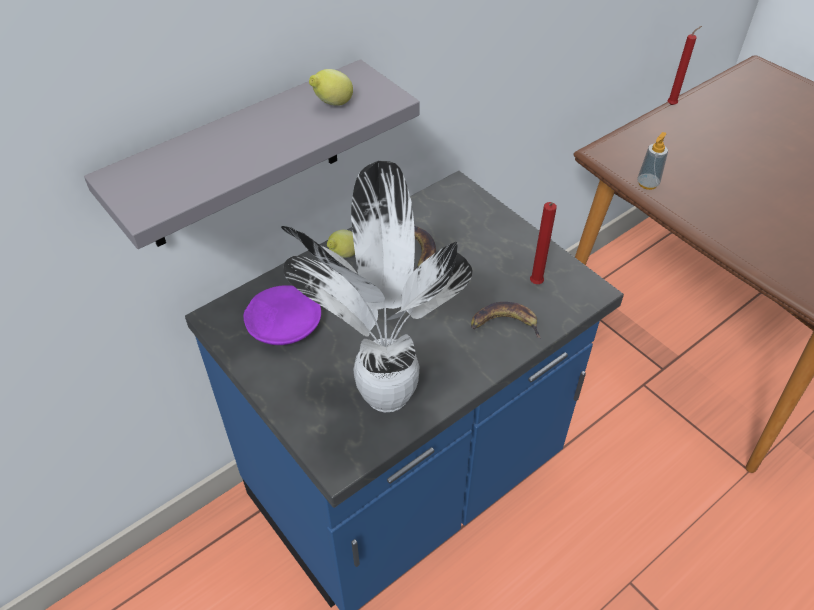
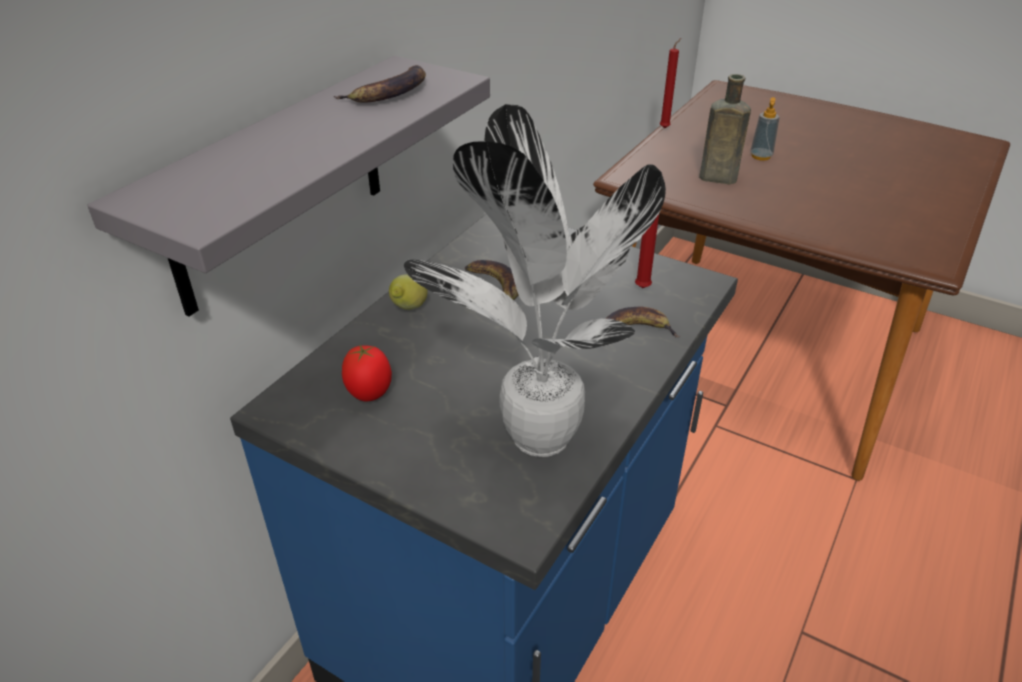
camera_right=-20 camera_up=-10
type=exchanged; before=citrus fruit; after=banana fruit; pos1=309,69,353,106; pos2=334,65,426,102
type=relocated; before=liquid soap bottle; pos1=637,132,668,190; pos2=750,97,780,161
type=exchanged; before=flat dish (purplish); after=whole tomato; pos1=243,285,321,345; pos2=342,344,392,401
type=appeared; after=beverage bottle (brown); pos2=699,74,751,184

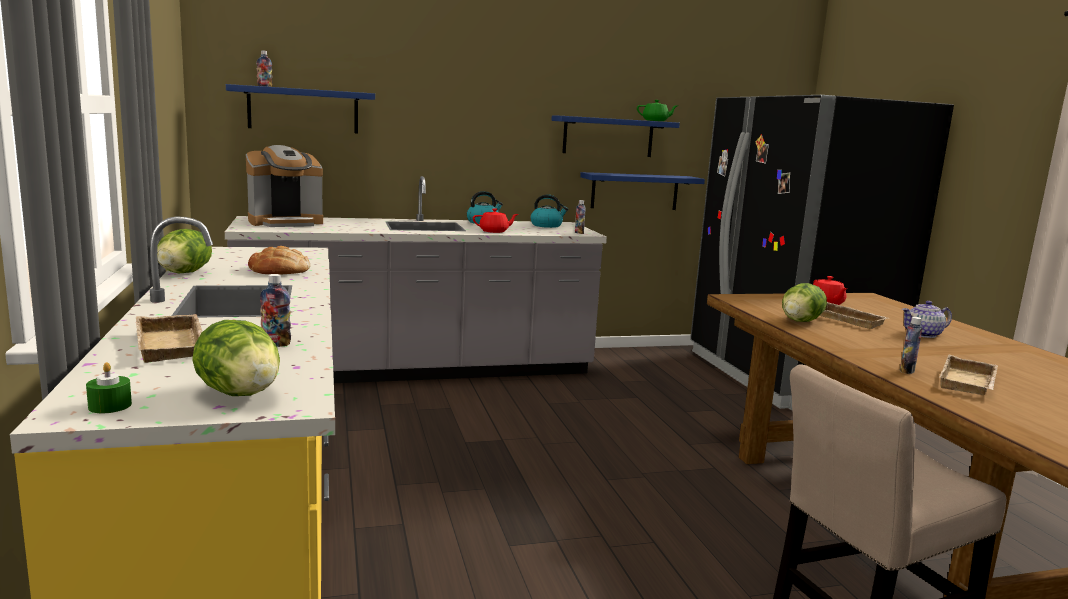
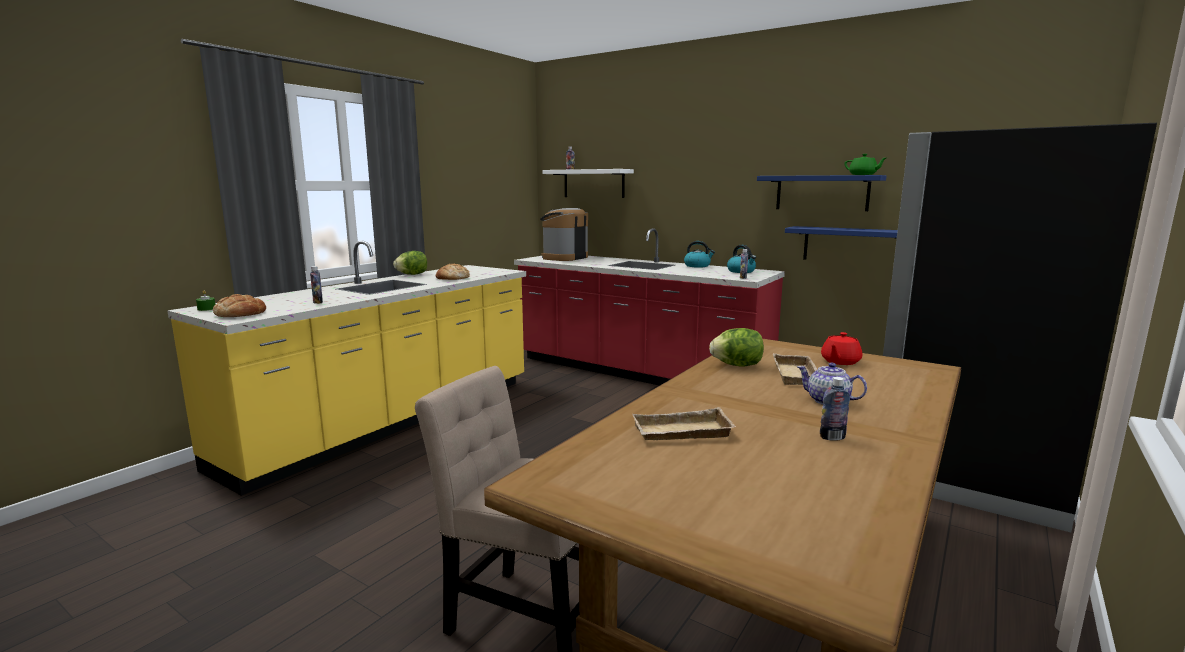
camera_right=50 camera_up=0
type=colour; before=bracket shelf (blue); after=bracket shelf (white-coloured); pos1=226,84,375,133; pos2=542,169,634,198
type=spun; before=coffee maker; pos1=246,145,323,227; pos2=540,208,588,261; turn=105
type=colour; before=kitchen base unit (gray); after=kitchen base unit (reddish); pos1=225,176,607,383; pos2=514,228,785,386
type=missing; before=tea pot (reddish); pos1=473,208,518,233
type=missing; before=tray (sand-coloured); pos1=136,314,202,363
type=relocated; before=beverage bottle; pos1=900,317,923,374; pos2=820,377,850,441
type=exchanged; before=head of lettuce; after=bread; pos1=192,320,280,396; pos2=213,294,266,317

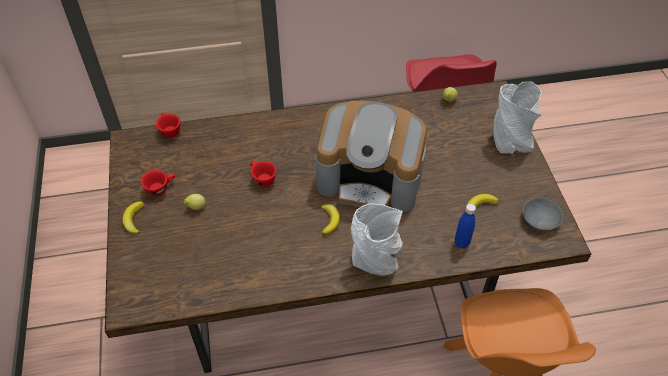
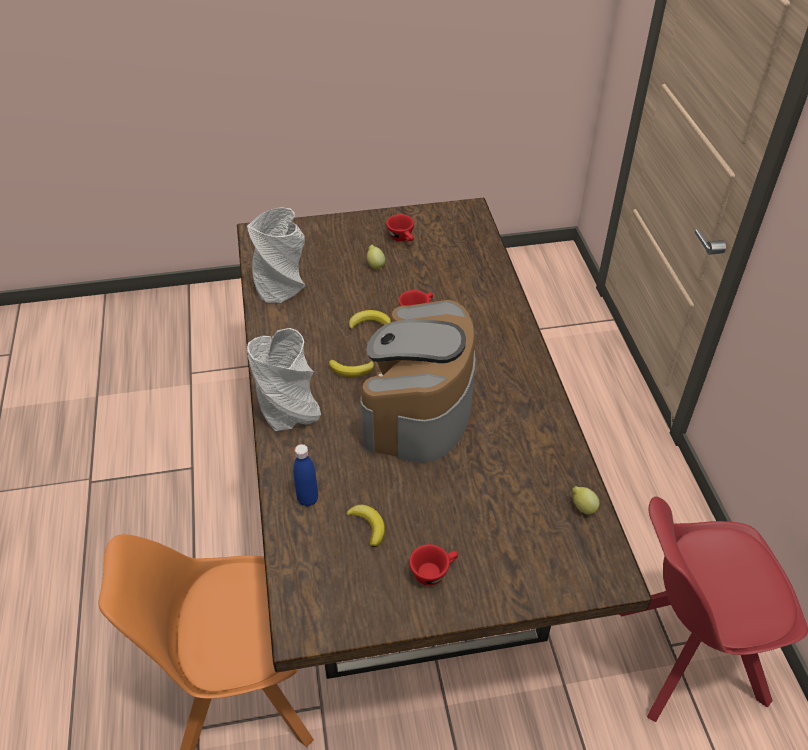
camera_right=90 camera_up=-5
type=relocated; before=flower vase (gray); pos1=493,81,542,154; pos2=247,207,307,303
type=relocated; before=drinking cup (reddish); pos1=156,113,181,138; pos2=409,544,458,586
type=missing; before=deep dish (gray); pos1=523,198,563,231
type=relocated; before=banana fruit; pos1=123,201,144,234; pos2=349,310,390,330

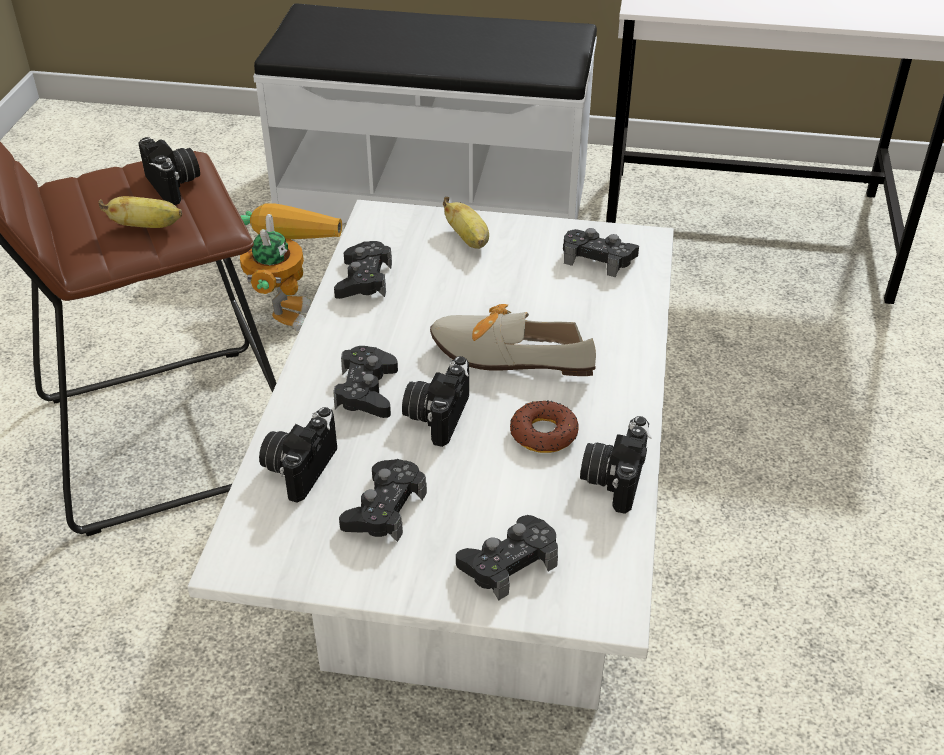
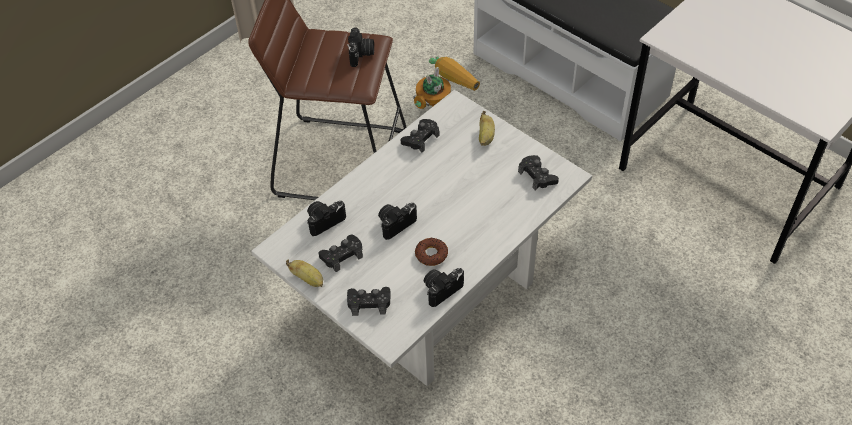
camera_right=35 camera_up=10
type=relocated; before=banana fruit; pos1=98,196,182,228; pos2=286,260,323,287
type=missing; before=item of footwear; pos1=430,304,596,376
type=missing; before=joypad (black); pos1=333,346,398,418

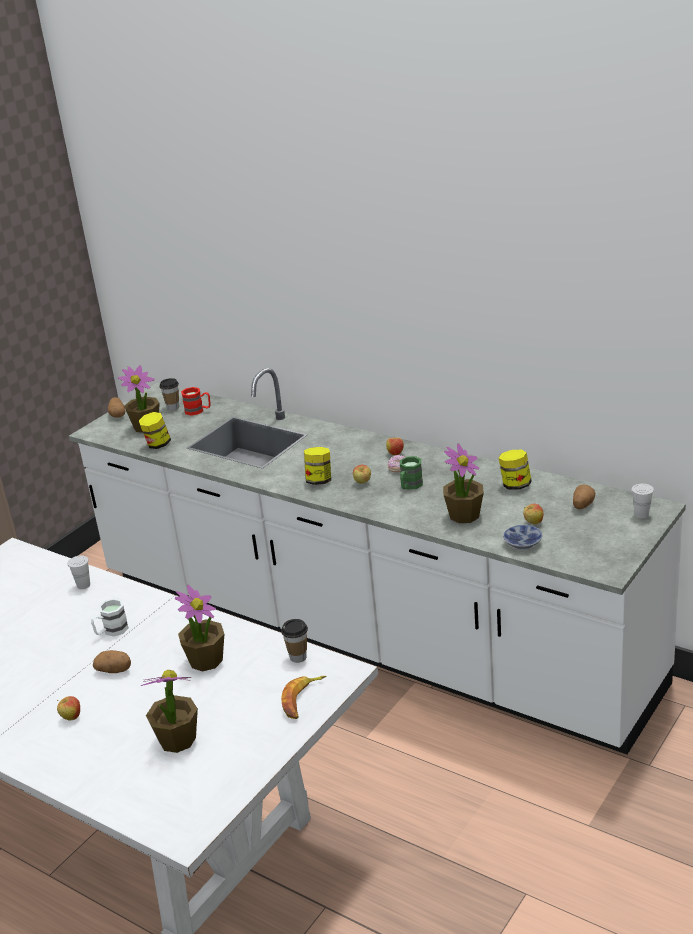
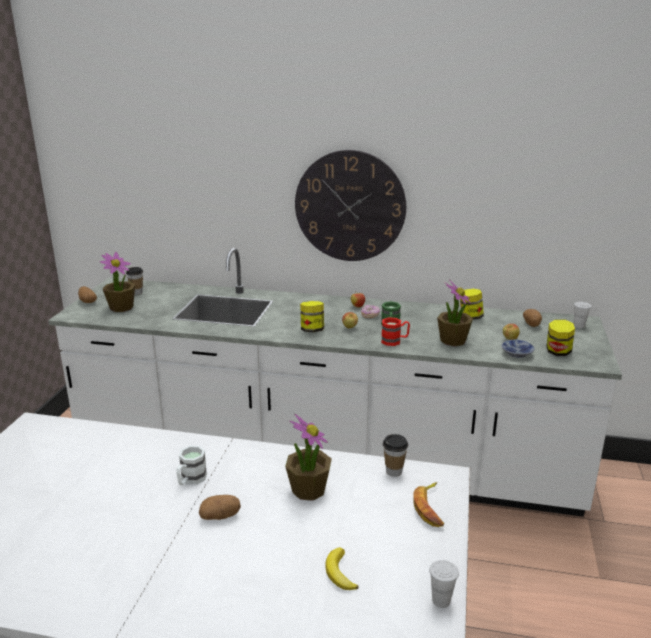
camera_right=-25 camera_up=-5
type=relocated; before=coffee mug (reddish); pos1=181,387,211,416; pos2=381,317,410,346
type=relocated; before=preserve jar; pos1=139,412,171,449; pos2=546,319,575,356
type=relocated; before=drinking cup (white-coloured); pos1=67,555,90,589; pos2=429,560,459,608
type=exchanged; before=plant in a pot; after=banana fruit; pos1=141,670,198,753; pos2=325,547,359,590
type=missing; before=whole apple; pos1=57,696,80,720
type=appeared; after=hanging clock; pos2=295,150,406,261

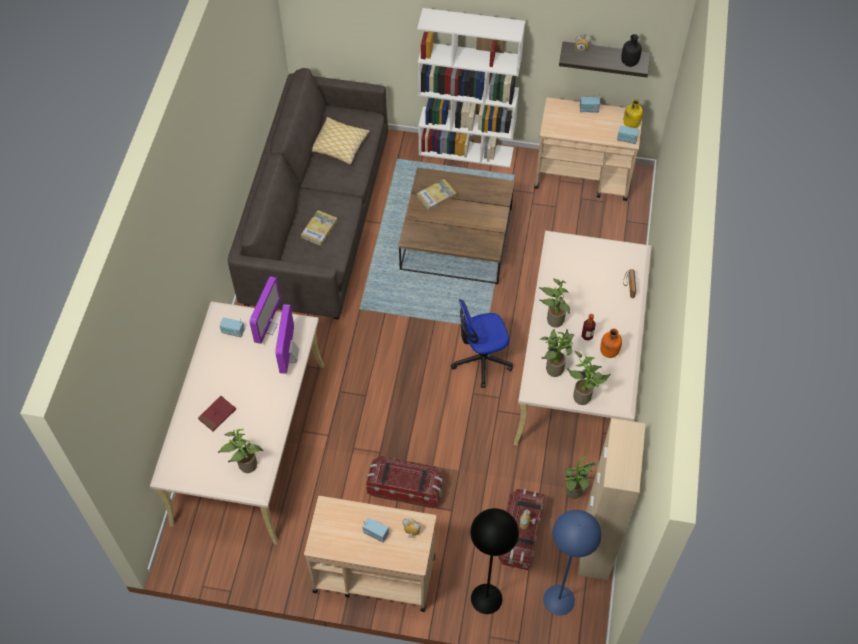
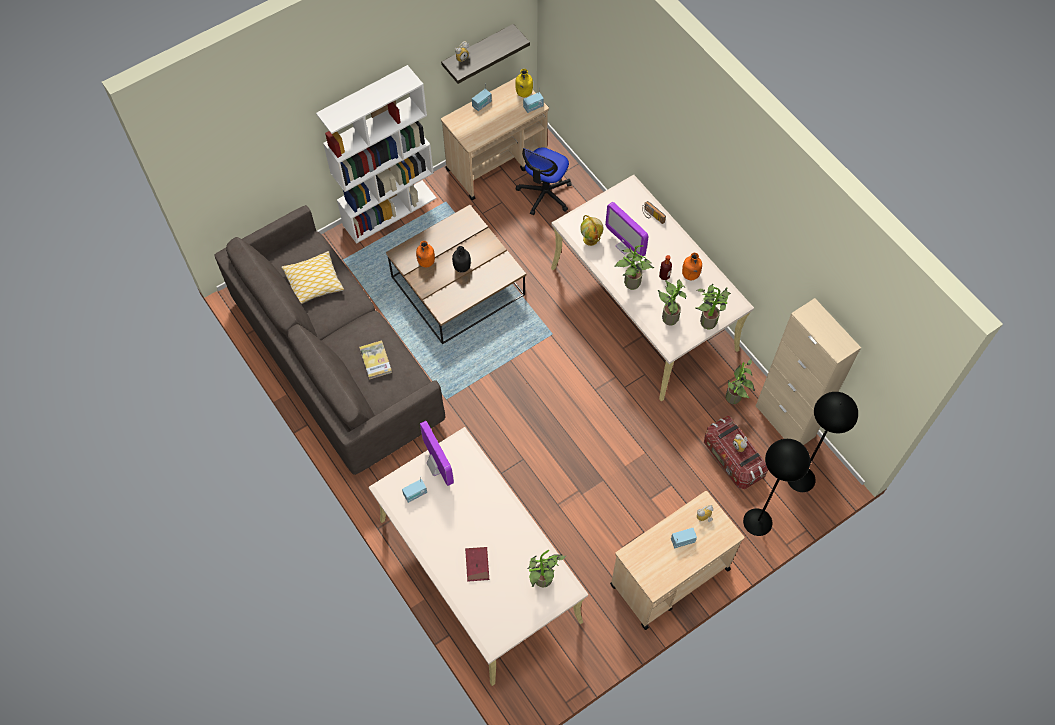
camera_right=-45 camera_up=5
type=relocated; before=beverage bottle (black); pos1=621,34,642,67; pos2=452,246,471,273
type=exchanged; before=bound book; after=beverage bottle (orangey); pos1=417,179,456,210; pos2=416,241,435,267
type=relocated; before=computer chair; pos1=451,299,513,388; pos2=516,147,572,215
type=relocated; before=monitor; pos1=275,304,299,374; pos2=605,202,649,256
type=missing; before=storage box; pos1=366,456,443,508
type=colour; before=standing lamp (blue); after=standing lamp (black); pos1=543,510,601,616; pos2=788,392,858,492
type=appeared; after=world globe; pos2=580,215,603,246

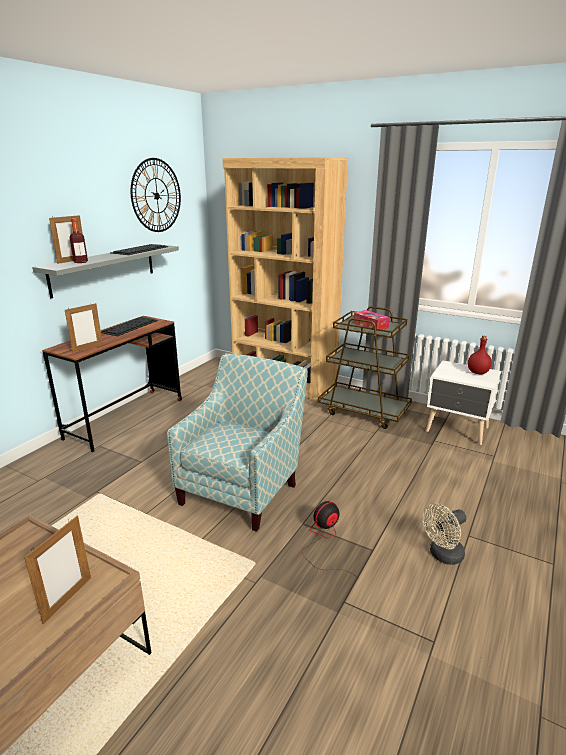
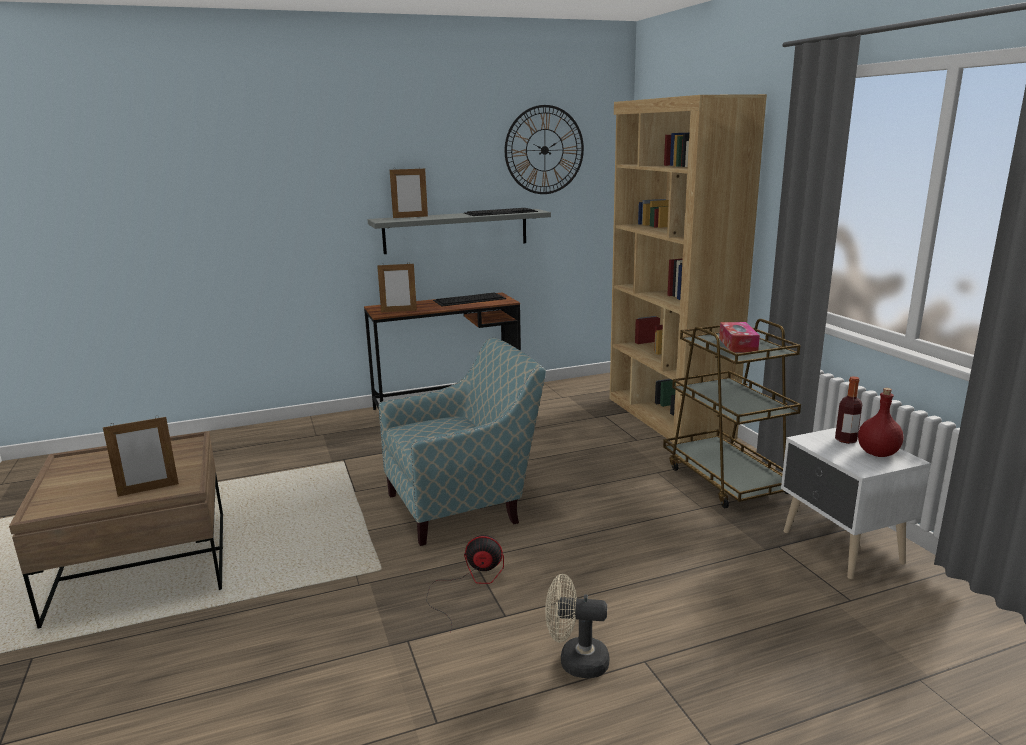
camera_right=40 camera_up=-5
type=relocated; before=beverage bottle; pos1=70,218,88,263; pos2=835,376,862,444

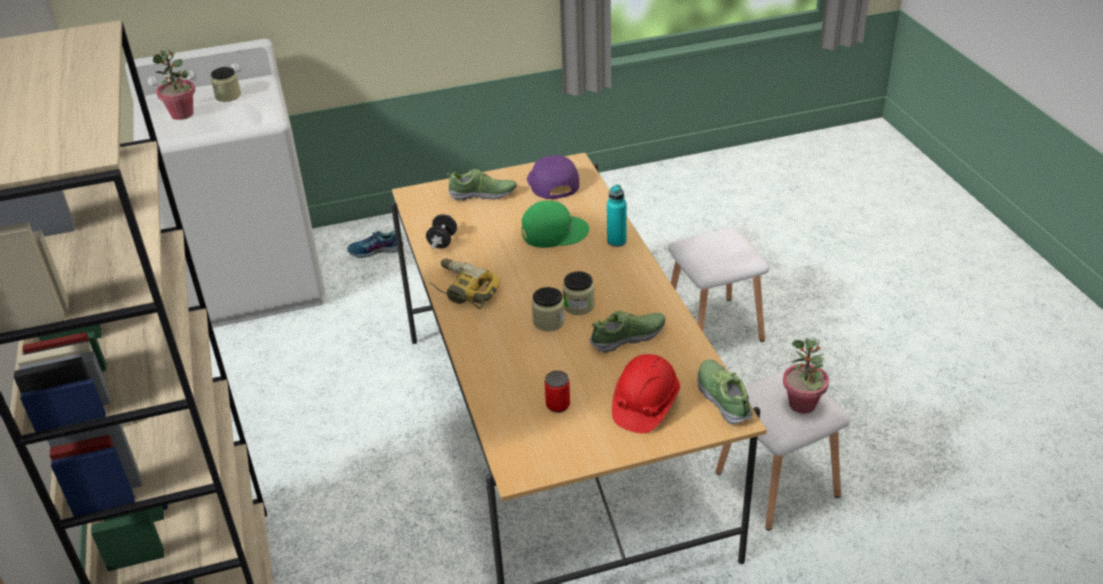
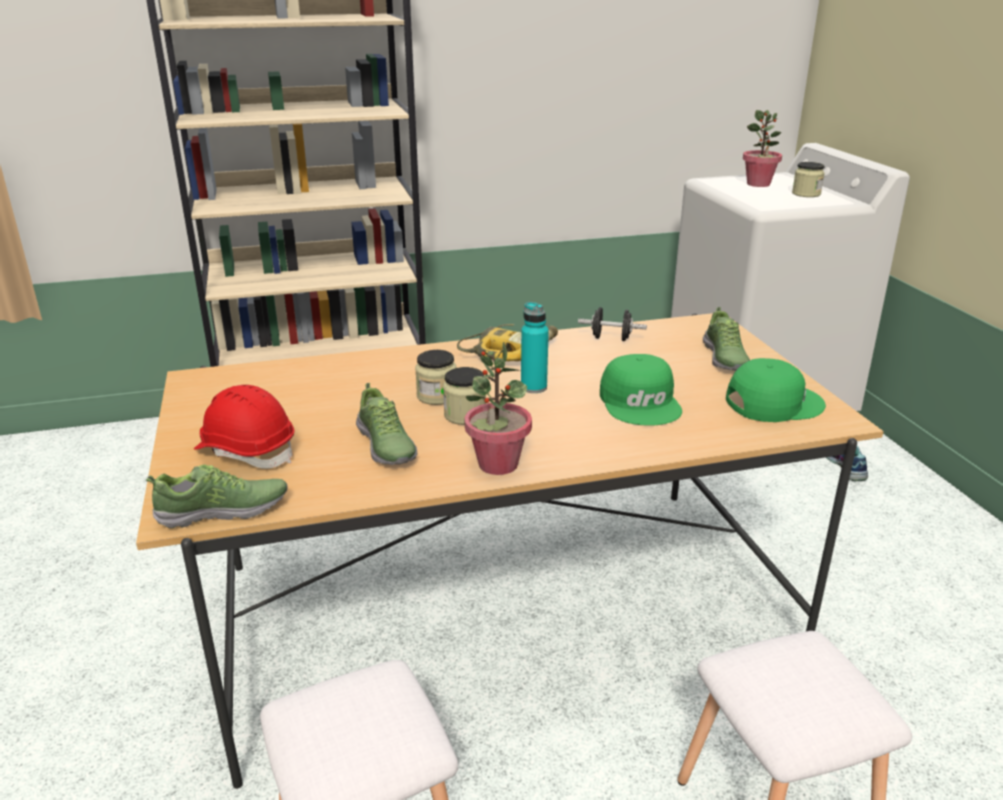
camera_right=90 camera_up=-10
type=colour; before=peaked cap (purplish); after=peaked cap (green); pos1=527,155,579,199; pos2=726,358,826,422
type=relocated; before=beverage bottle (turquoise); pos1=607,184,626,247; pos2=521,302,549,393
type=relocated; before=plant in a pot; pos1=783,338,829,414; pos2=464,342,532,475
type=missing; before=metal can; pos1=545,371,570,413

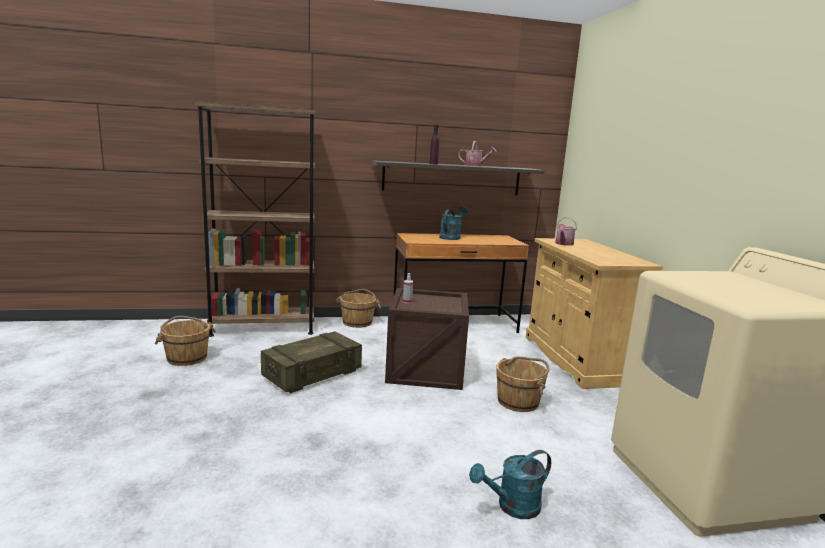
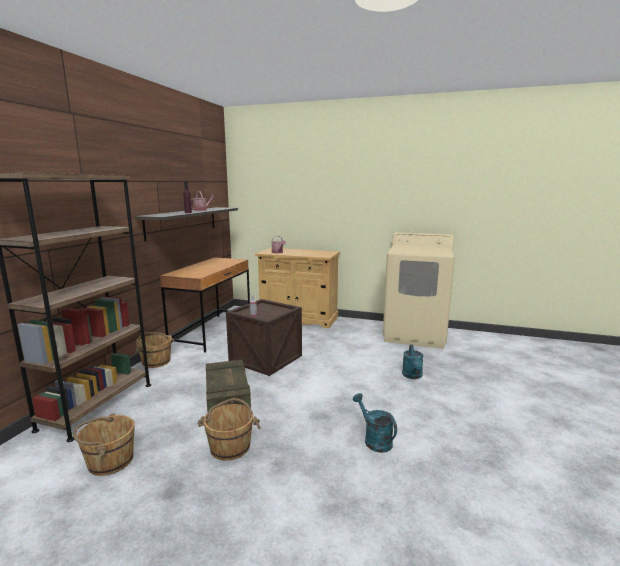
camera_right=-60 camera_up=0
type=relocated; before=watering can (turquoise); pos1=439,206,468,240; pos2=353,393,397,453
type=relocated; before=pail (brown); pos1=496,356,550,412; pos2=198,398,261,461

